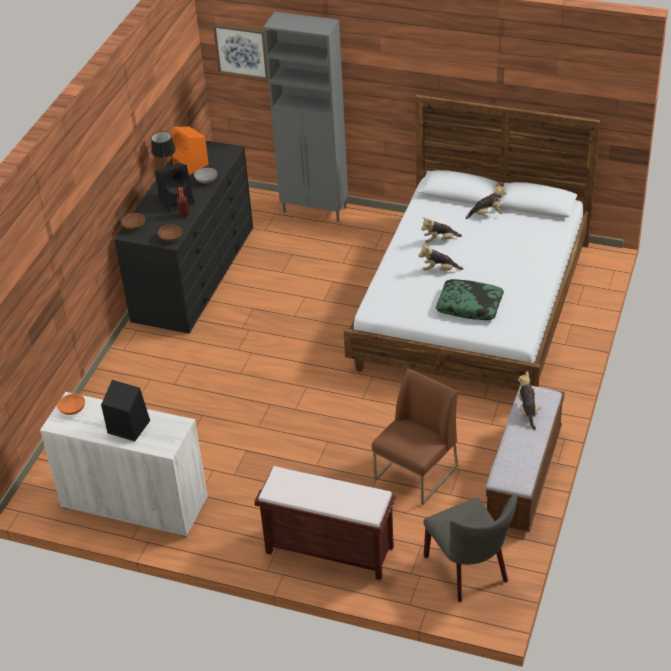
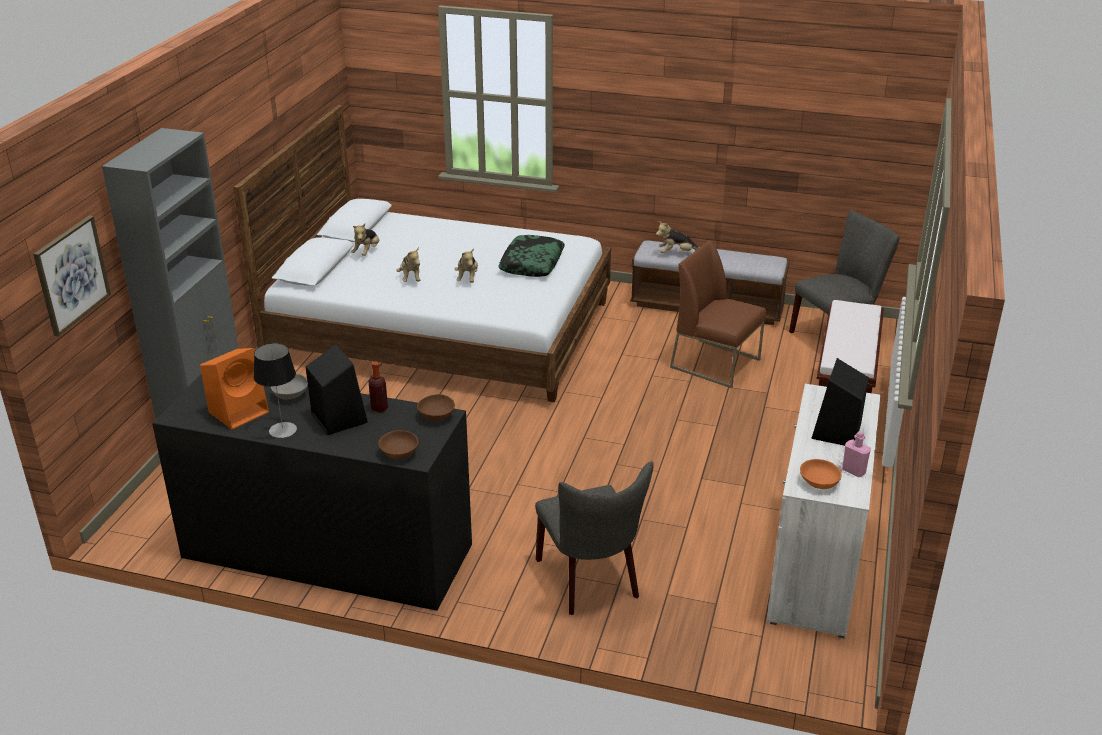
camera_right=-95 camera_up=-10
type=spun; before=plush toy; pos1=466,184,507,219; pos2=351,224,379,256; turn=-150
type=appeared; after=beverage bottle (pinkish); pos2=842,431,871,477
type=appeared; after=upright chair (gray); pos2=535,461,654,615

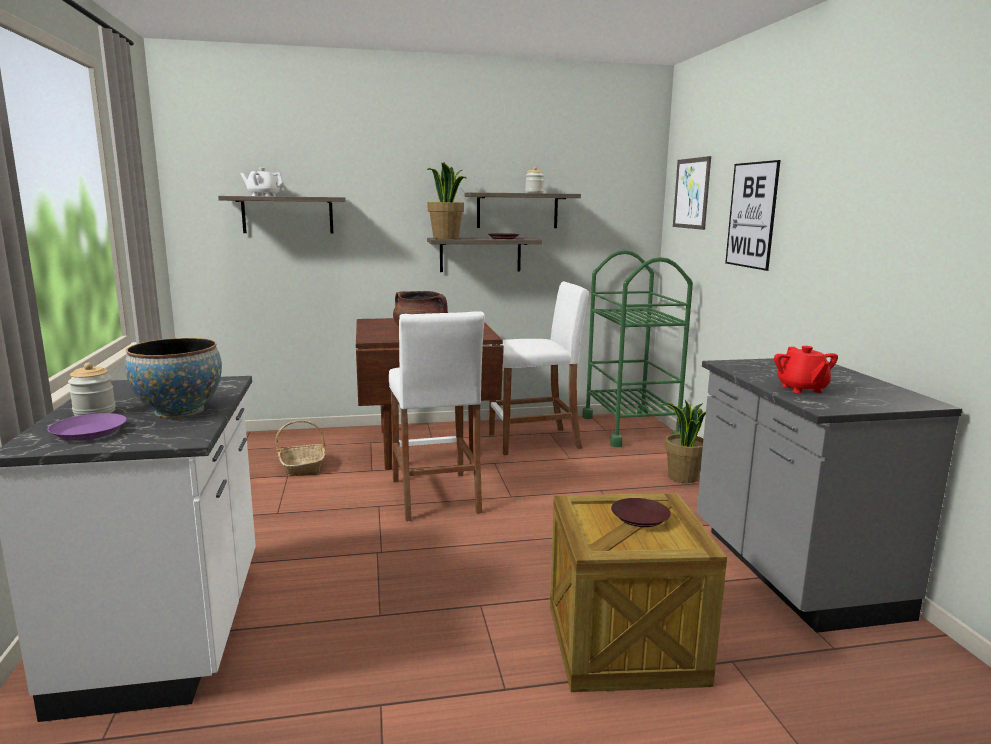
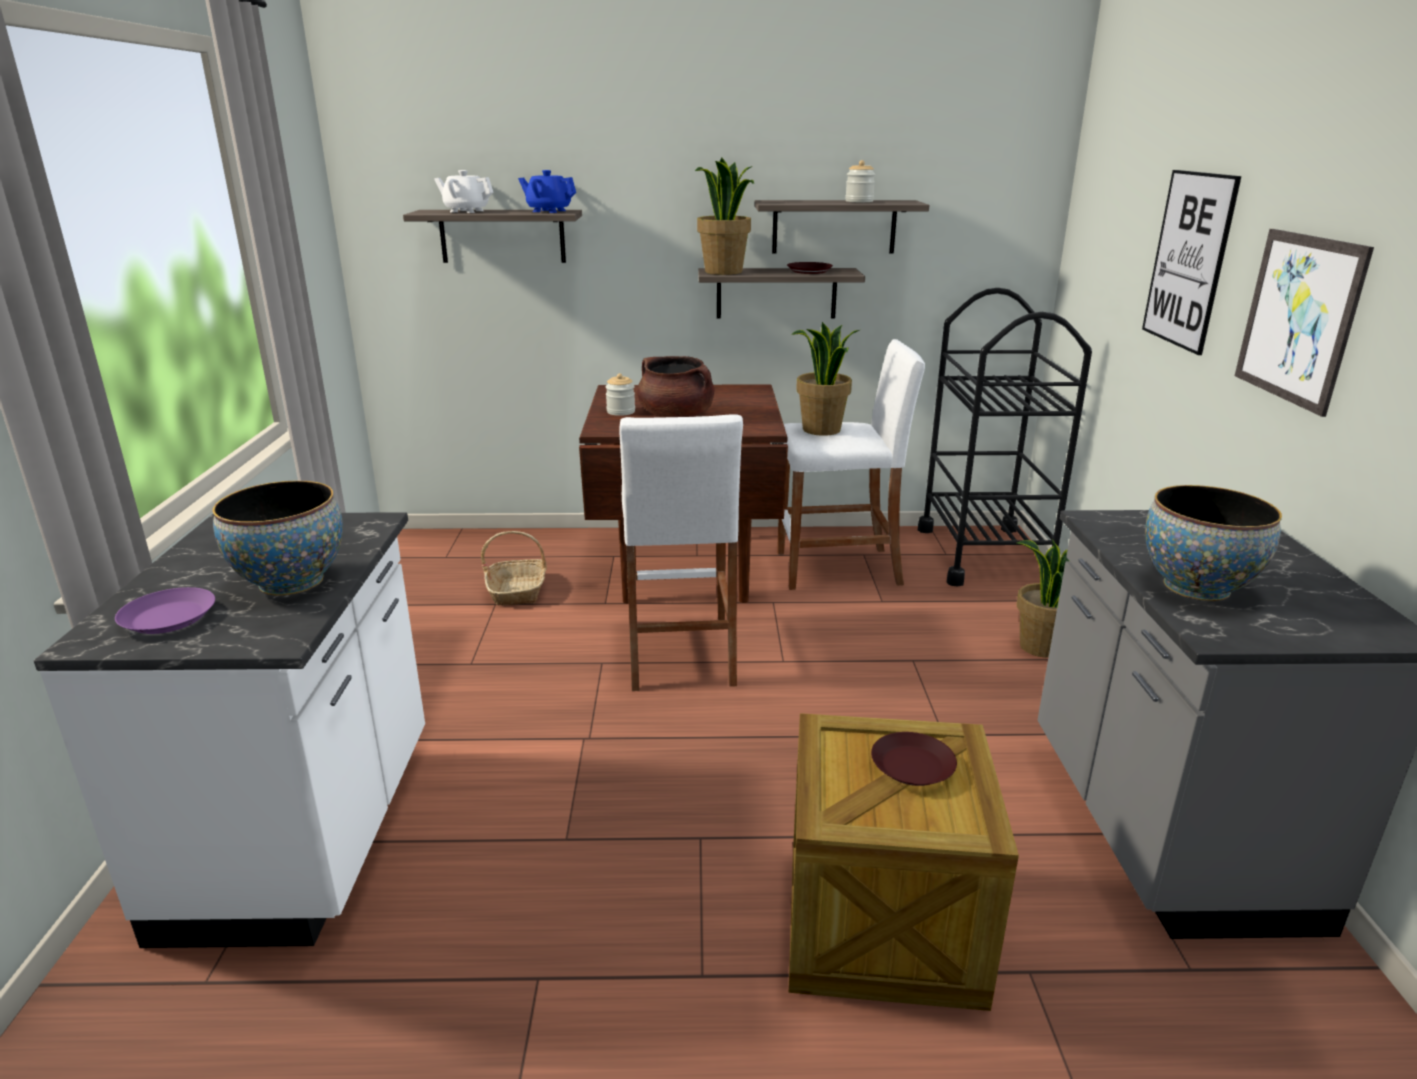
camera_right=10 camera_up=10
type=relocated; before=wall picture; pos1=673,156,711,230; pos2=1235,229,1374,417
type=colour; before=cart (green); after=cart (black); pos1=582,250,693,447; pos2=918,288,1092,587
type=exchanged; before=tea pot (reddish); after=deep dish; pos1=774,346,838,393; pos2=1145,485,1282,601
type=relocated; before=preserve jar; pos1=68,362,116,416; pos2=606,373,635,416
type=appeared; after=tea pot (blue); pos2=518,170,576,213
type=appeared; after=plant in a pot; pos2=792,322,860,436

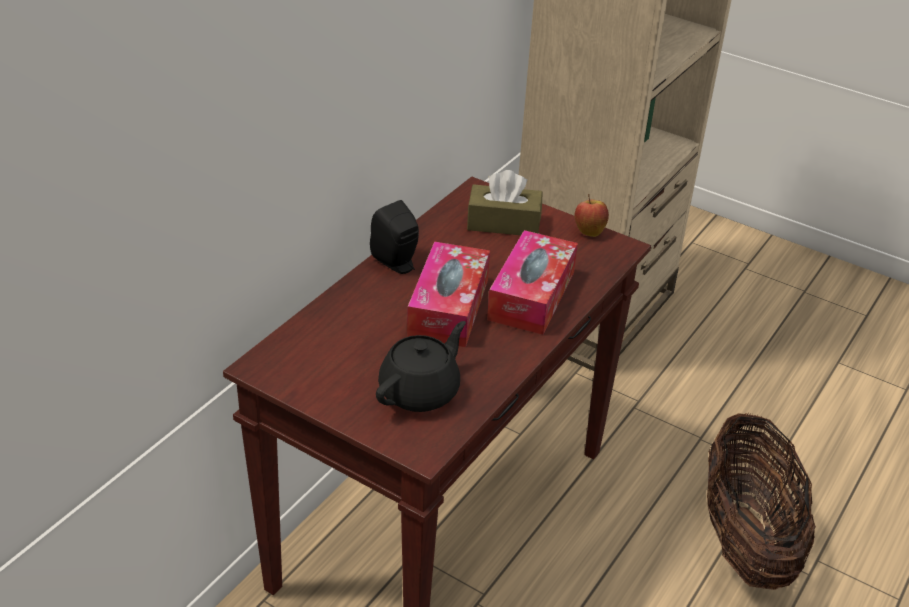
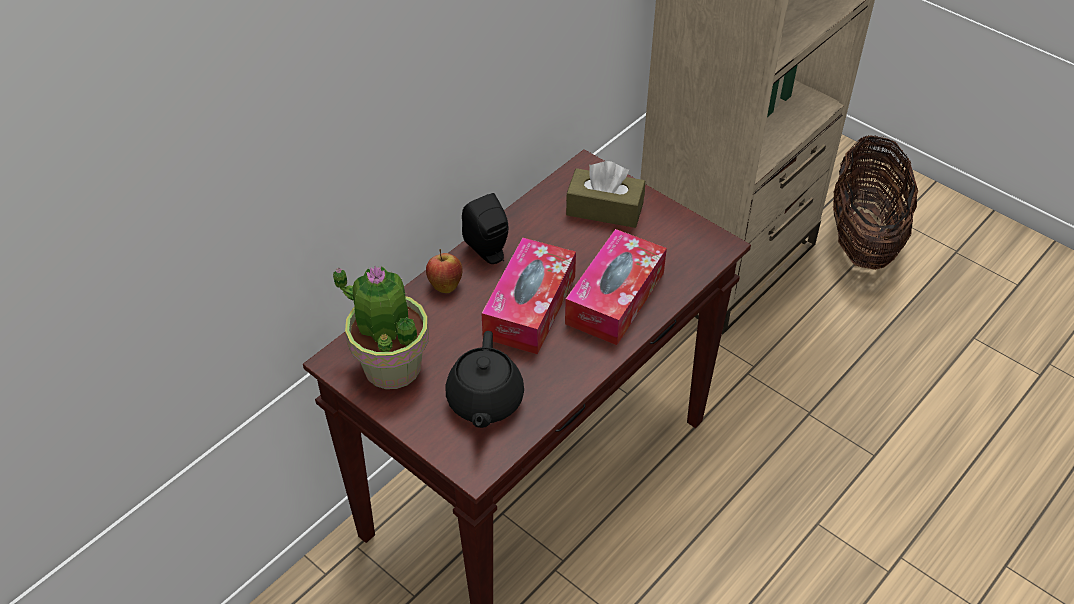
camera_right=10 camera_up=10
type=relocated; before=whole apple; pos1=575,194,609,237; pos2=426,249,462,293
type=spun; before=tea pot (black); pos1=376,321,466,412; pos2=445,331,524,428; turn=135
type=relocated; before=household basket; pos1=707,413,816,590; pos2=833,135,918,270
type=appeared; after=plant in a pot; pos2=332,266,429,389

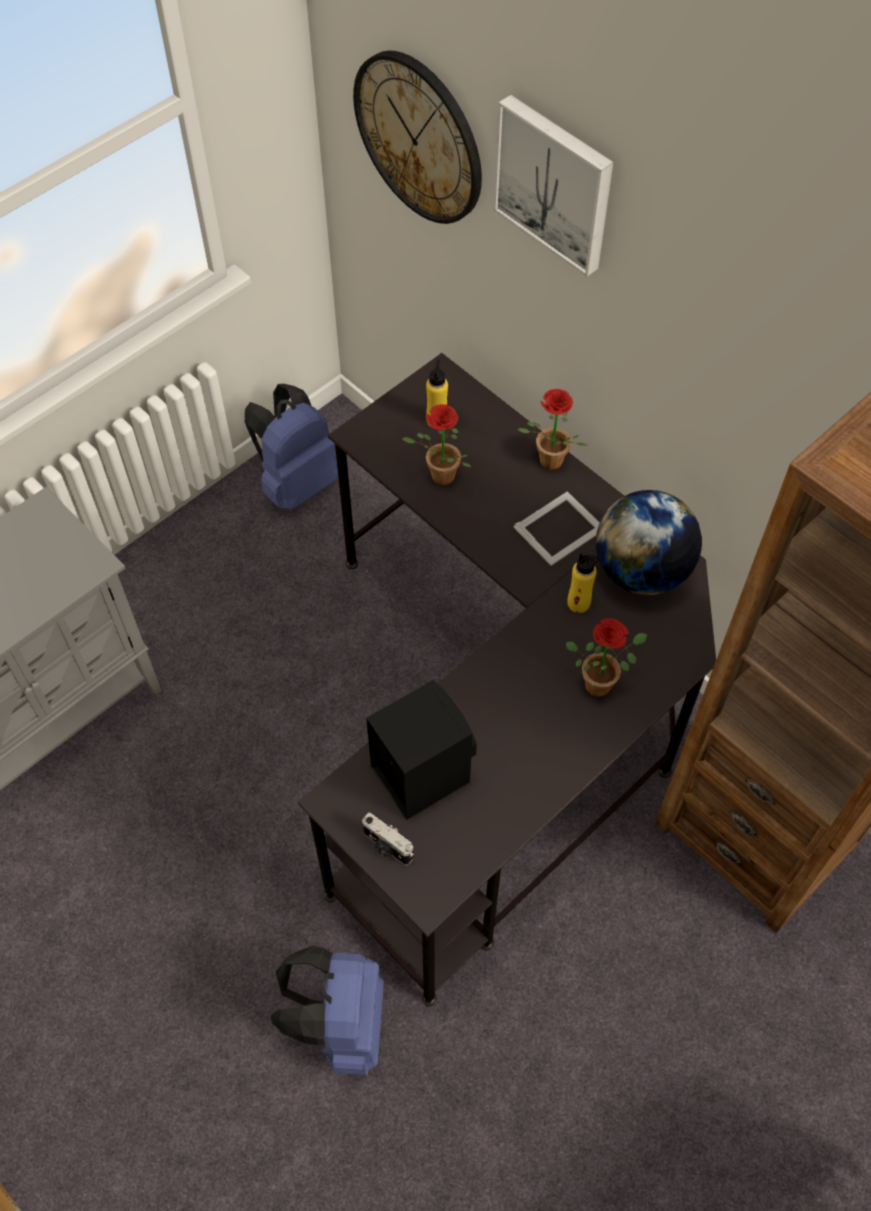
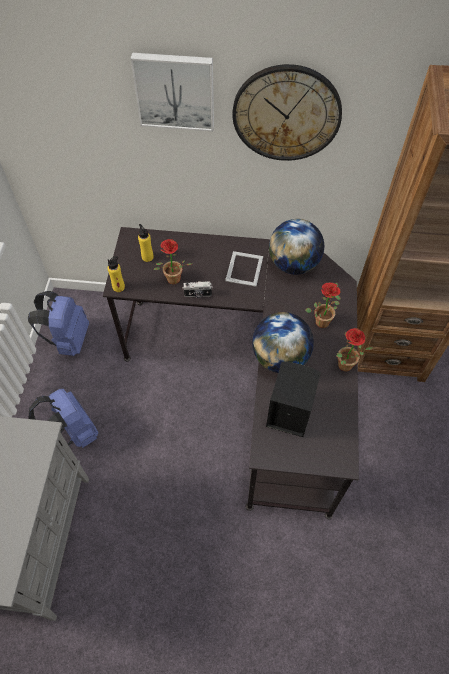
camera_right=-40 camera_up=0
type=relocated; before=hanging clock; pos1=353,51,482,224; pos2=232,64,342,161
type=relocated; before=plant in a pot; pos1=518,389,588,470; pos2=336,328,373,371
type=relocated; before=beverage bottle (yellow); pos1=567,553,600,613; pos2=107,256,125,292
type=relocated; before=still camera; pos1=362,813,414,865; pos2=182,281,213,298
type=relocated; before=knapsack (blue); pos1=271,946,384,1075; pos2=29,388,98,448
type=appeared; after=world globe; pos2=252,312,314,373

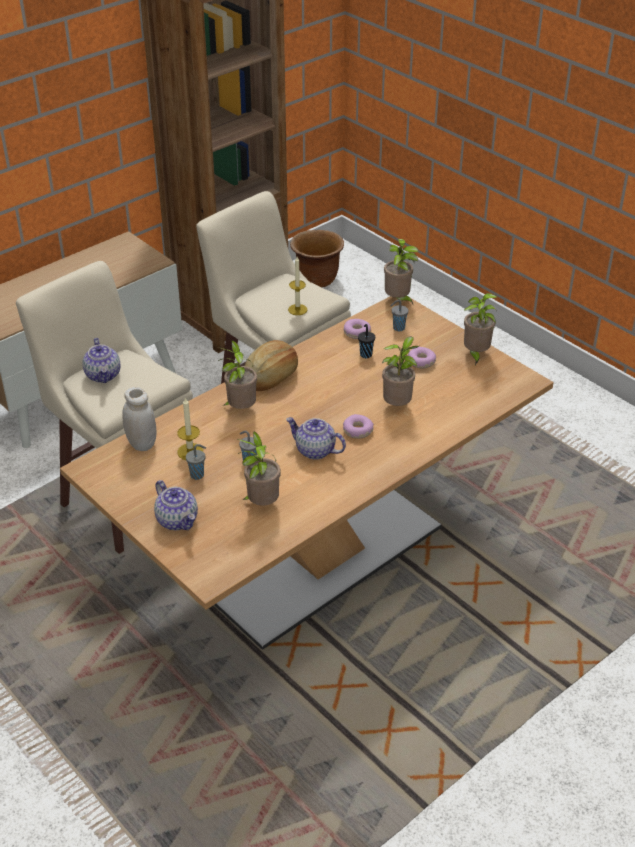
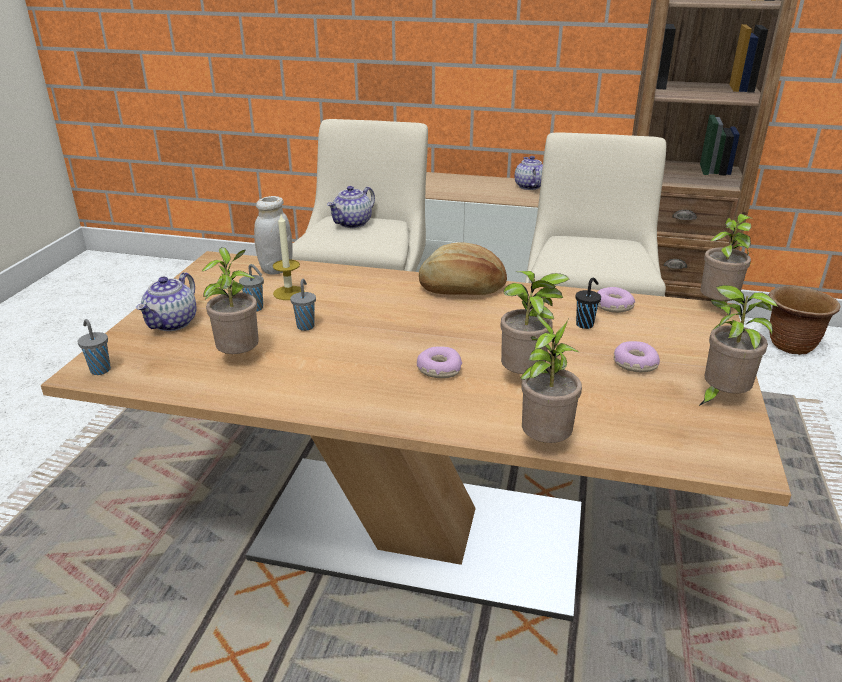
camera_right=55 camera_up=-10
type=missing; before=candle; pos1=288,257,307,315
type=relocated; before=drinking cup (gray); pos1=390,300,408,331; pos2=78,319,111,375
type=relocated; before=plant in a pot; pos1=218,340,257,409; pos2=520,315,582,443
type=relocated; before=tea pot; pos1=286,417,346,460; pos2=515,156,543,190

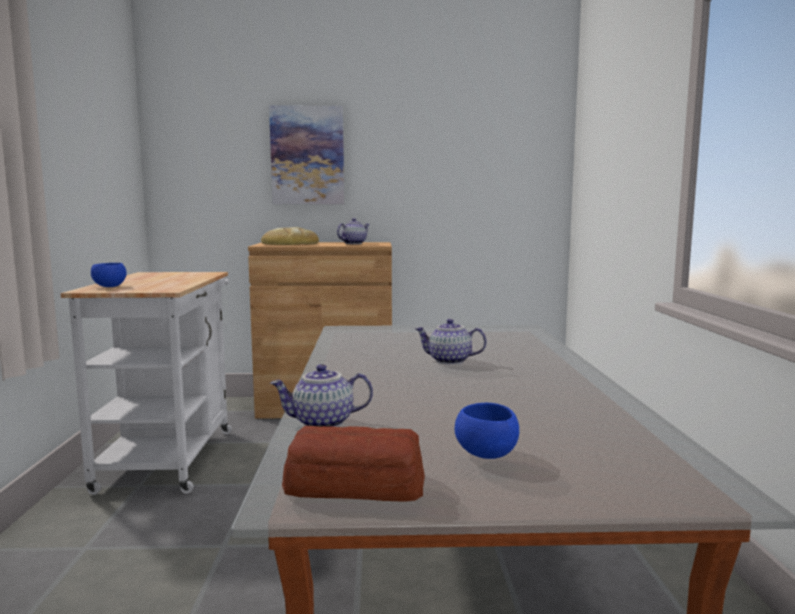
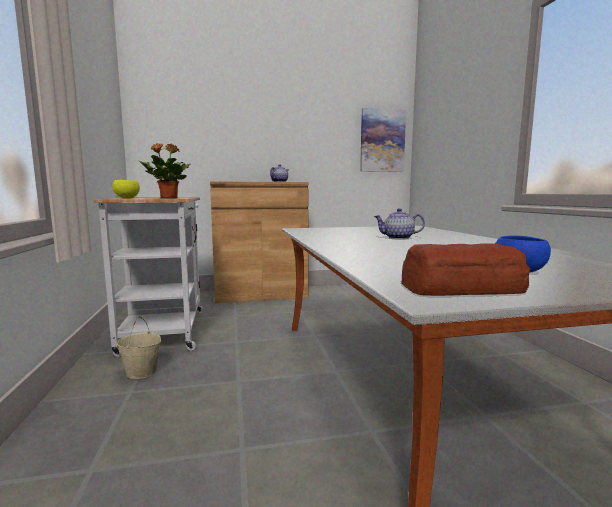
camera_right=-10 camera_up=0
type=relocated; before=wall picture; pos1=269,105,344,204; pos2=360,108,406,172
type=missing; before=bread; pos1=261,227,319,245
type=colour; before=deep dish (blue); after=deep dish (yellow); pos1=91,263,127,287; pos2=112,180,140,198
type=missing; before=tea pot; pos1=270,364,373,427
type=appeared; after=plant in a pot; pos2=139,143,191,198
type=appeared; after=pail (sand-coloured); pos2=116,316,161,379

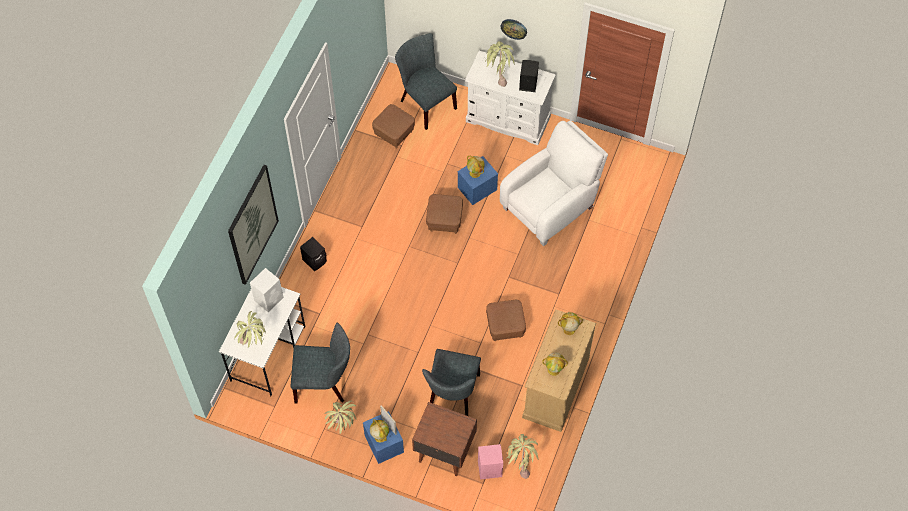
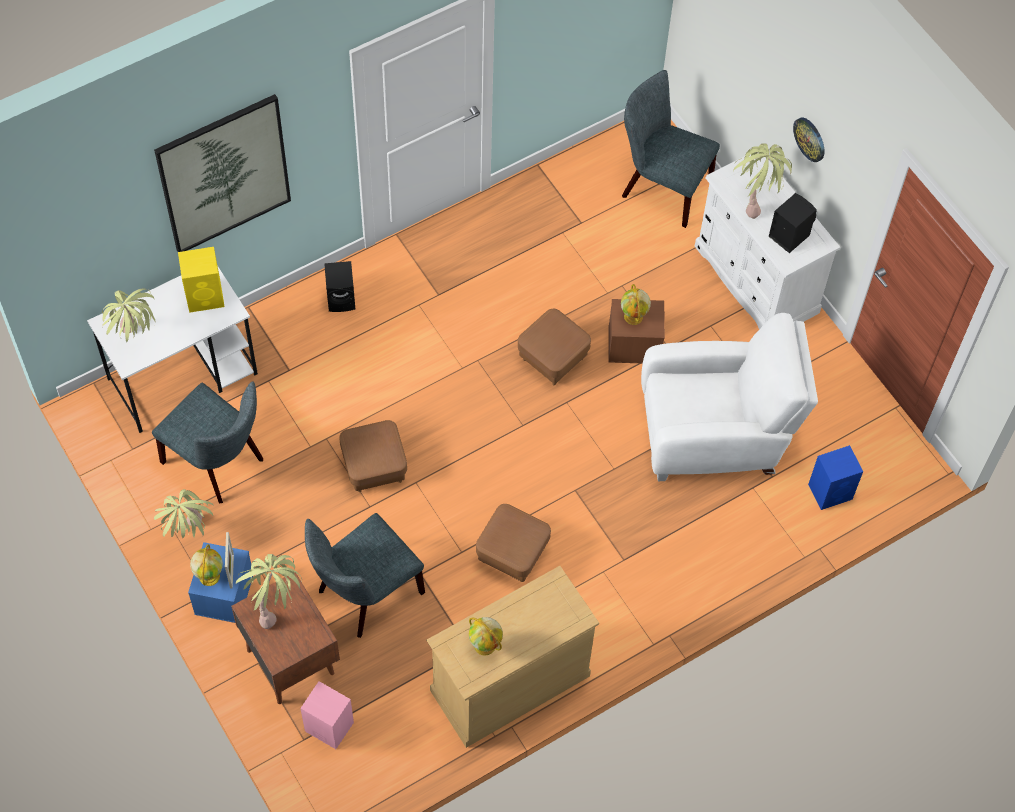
camera_right=35 camera_up=0
type=spun; before=upright chair (gray); pos1=395,33,457,130; pos2=622,70,720,228; turn=-60
type=relocated; before=footrest (brown); pos1=372,104,415,148; pos2=339,420,407,492
type=colour; before=storage box (blue); after=storage box (brown); pos1=458,156,498,205; pos2=608,299,665,364
type=colour; before=loudspeaker (white-coloured); after=loudspeaker (yellow); pos1=250,268,284,312; pos2=178,247,225,313
type=missing; before=world globe; pos1=558,312,583,335
type=relocated; before=plant in a pot; pos1=506,434,539,479; pos2=236,554,302,629
type=appeared; after=loudspeaker (blue); pos2=808,445,863,510

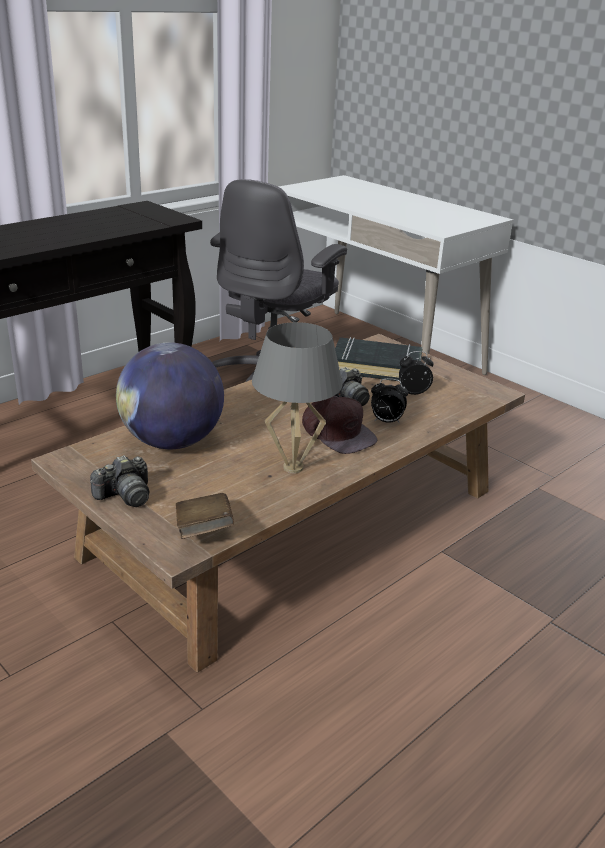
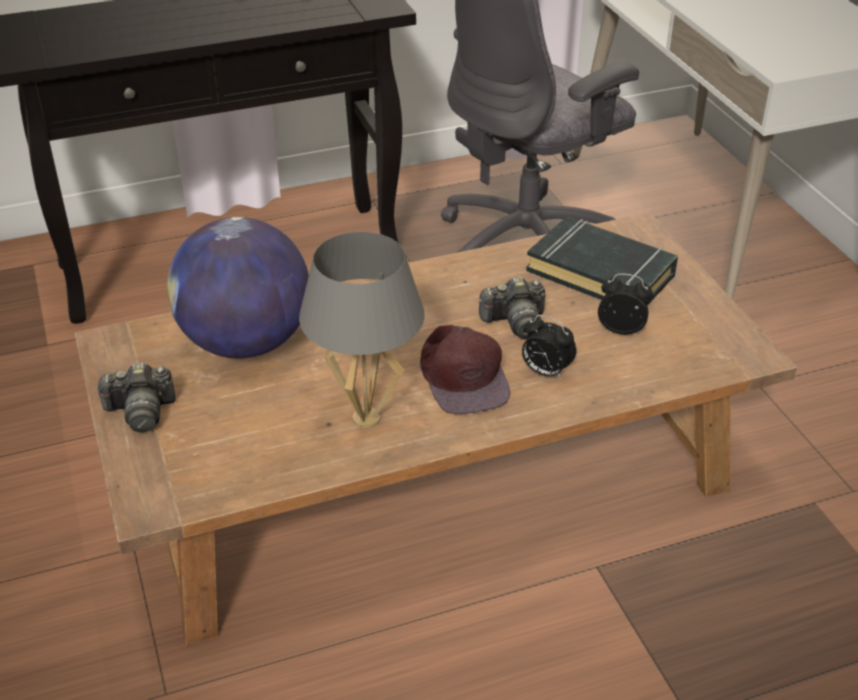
camera_right=25 camera_up=10
type=missing; before=bound book (brown); pos1=176,493,234,539

